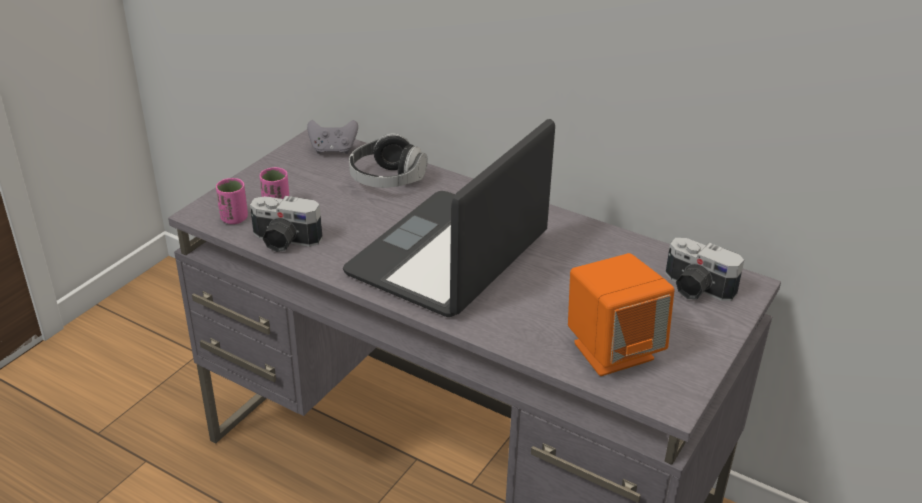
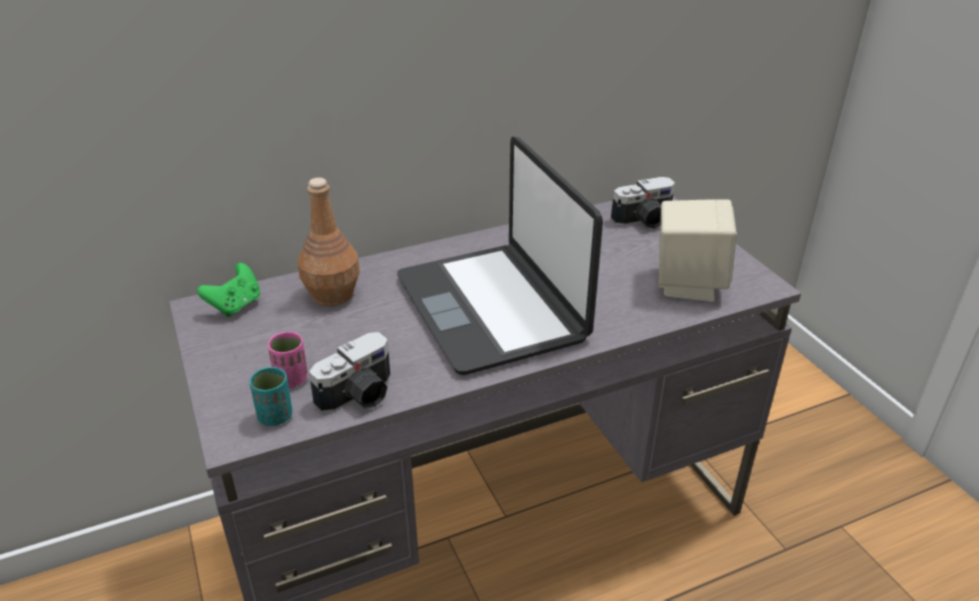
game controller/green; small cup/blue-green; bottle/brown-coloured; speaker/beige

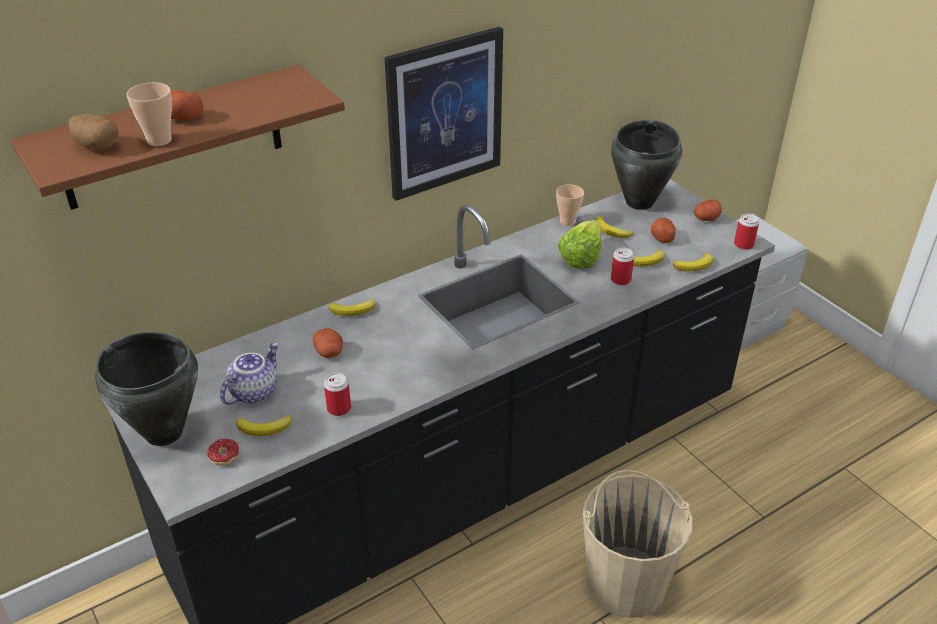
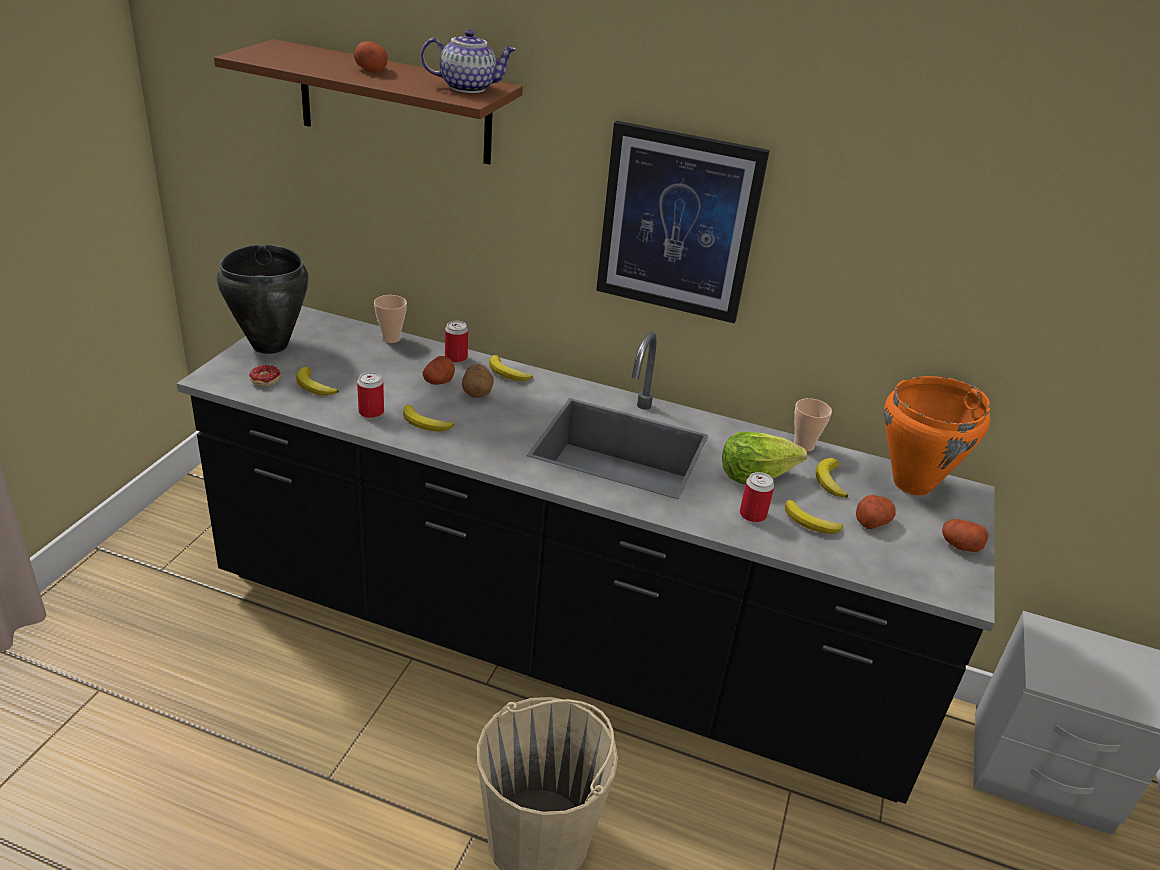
small cup (1st from left); banana fruit (2nd from left); tea pot; sealed can (2nd from left); spud (3rd from left); stockpot/orange-coloured

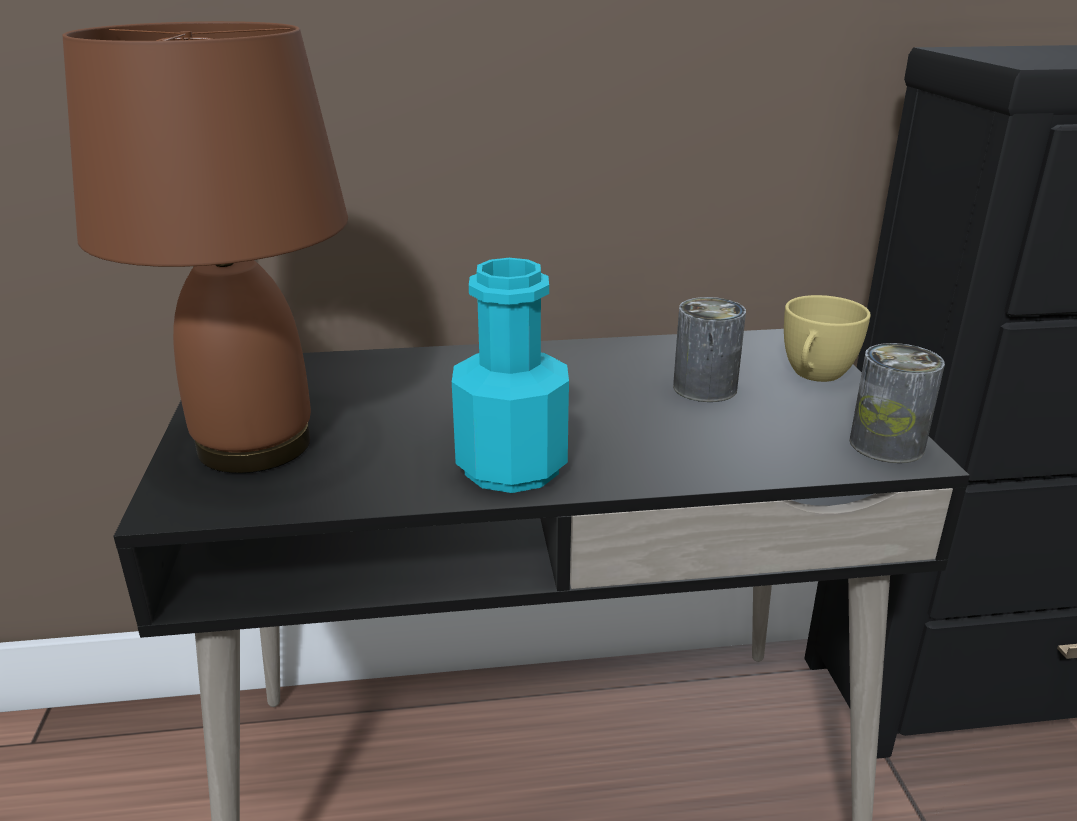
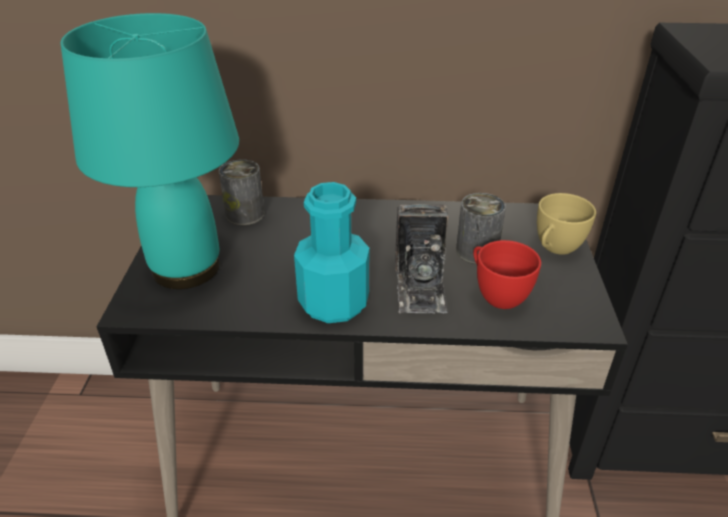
tabletop lamp/blue-green; sealed can (1st from left); still camera; small cup/red

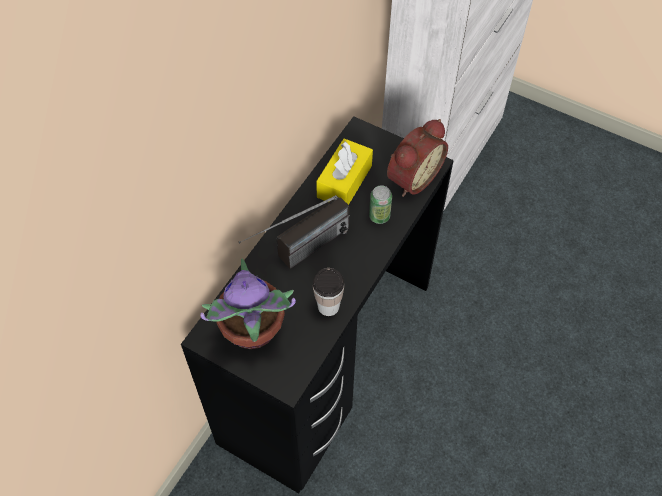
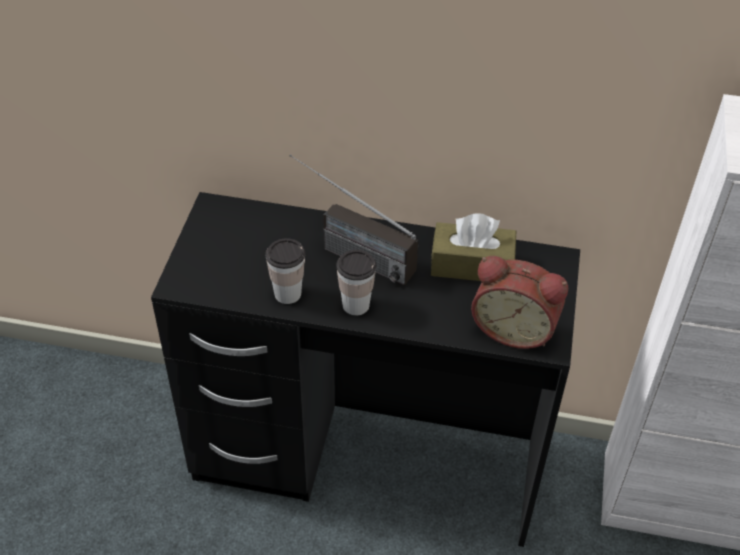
small cup (2nd from left); tissue box/brown-coloured; houseplant; sealed can

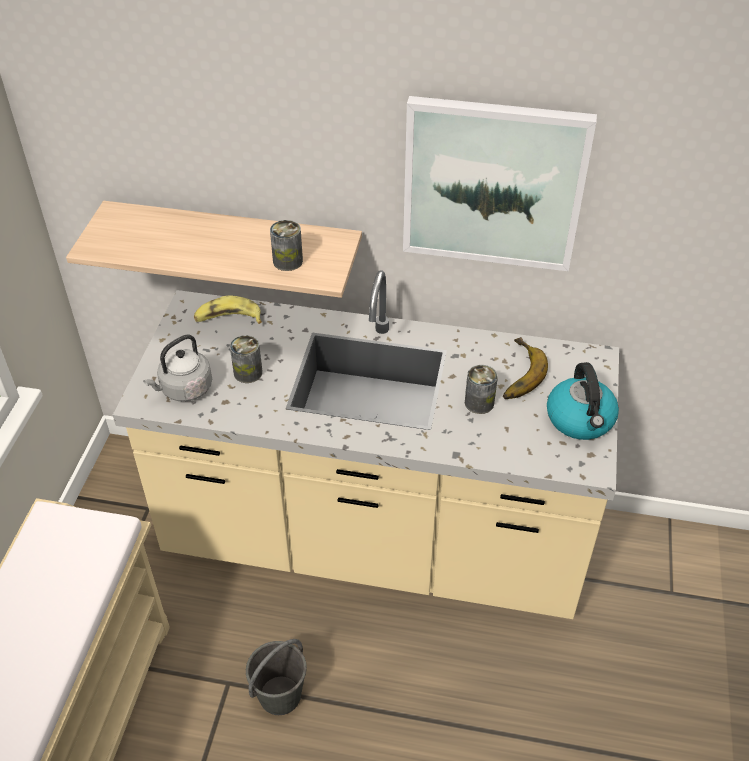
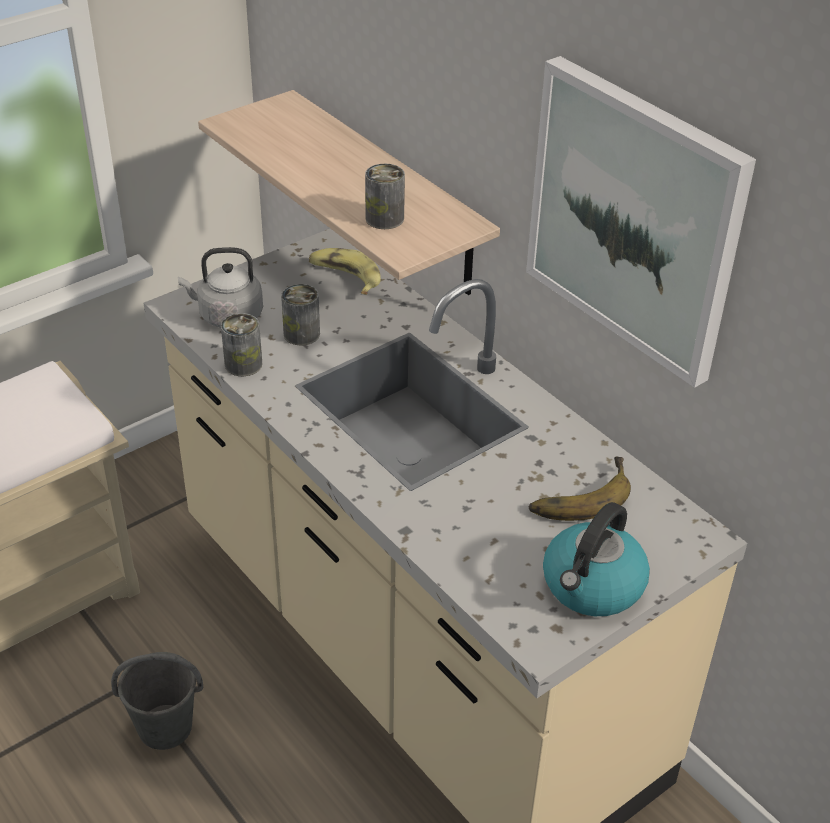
sealed can (1st from left)

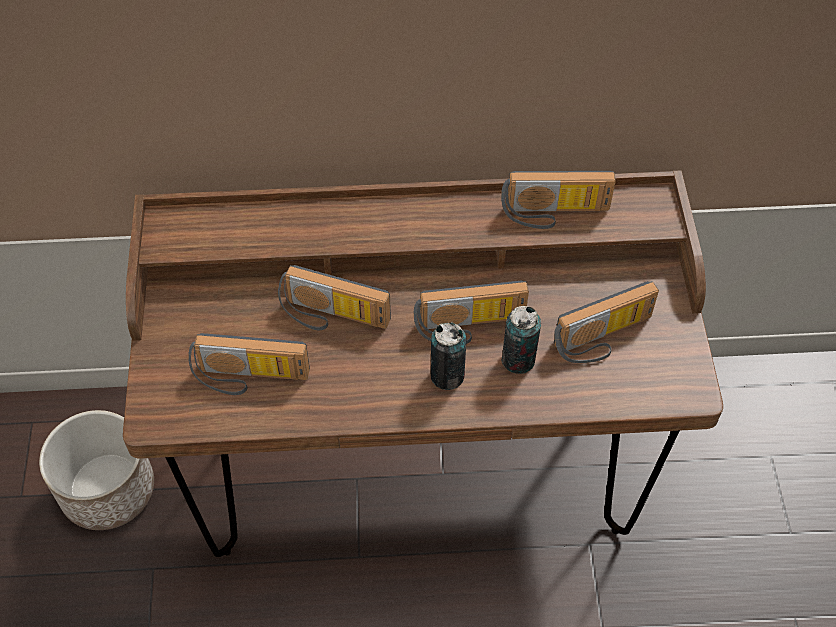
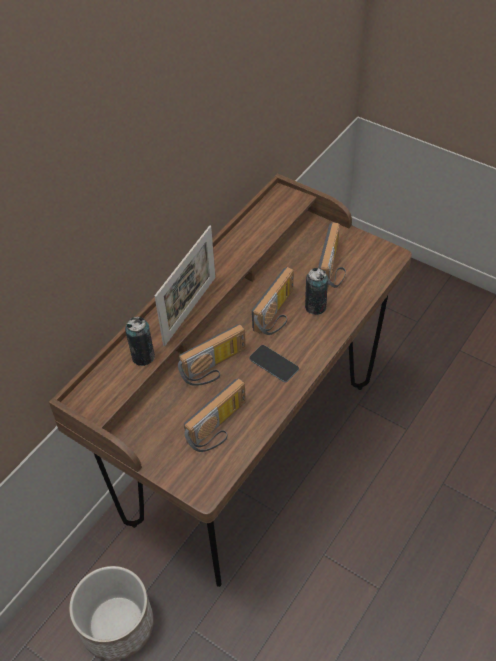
sealed can (1st from left); standing frame; handset; radio set (4th from left in the first image)

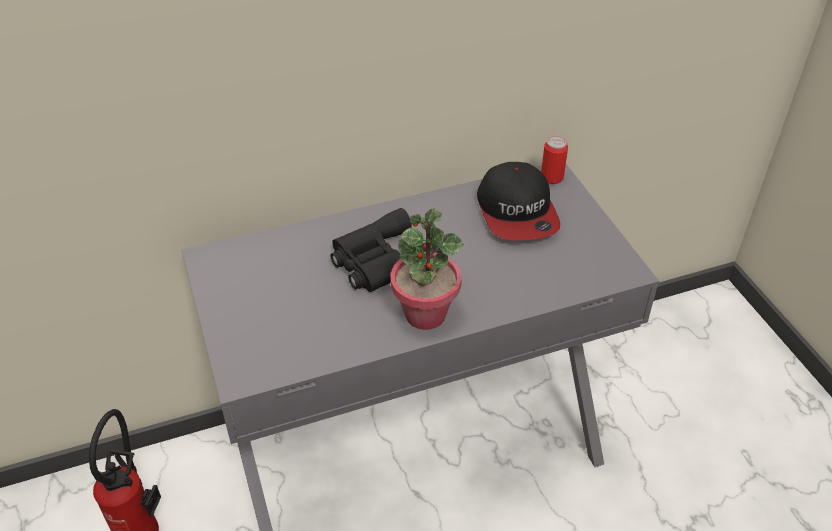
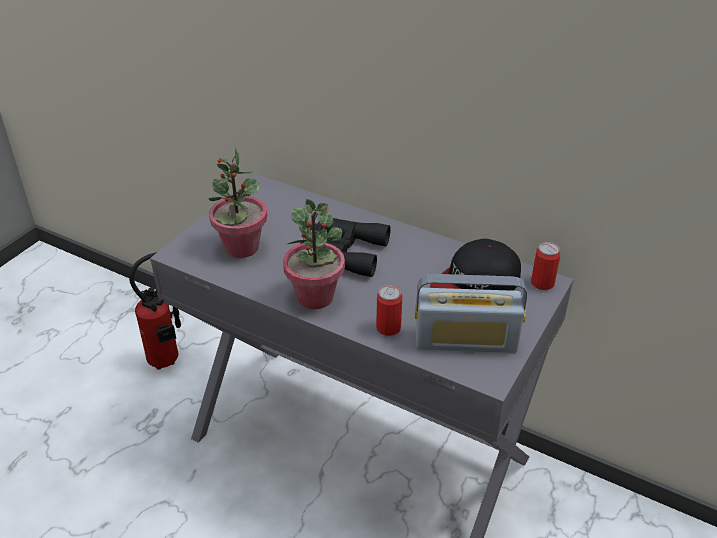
houseplant (1st from left); sealed can (1st from left); radio set

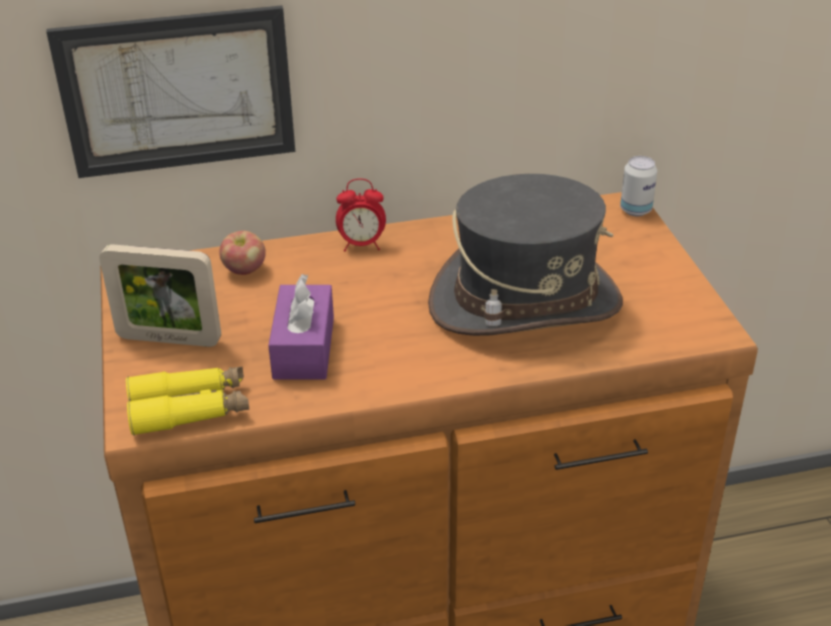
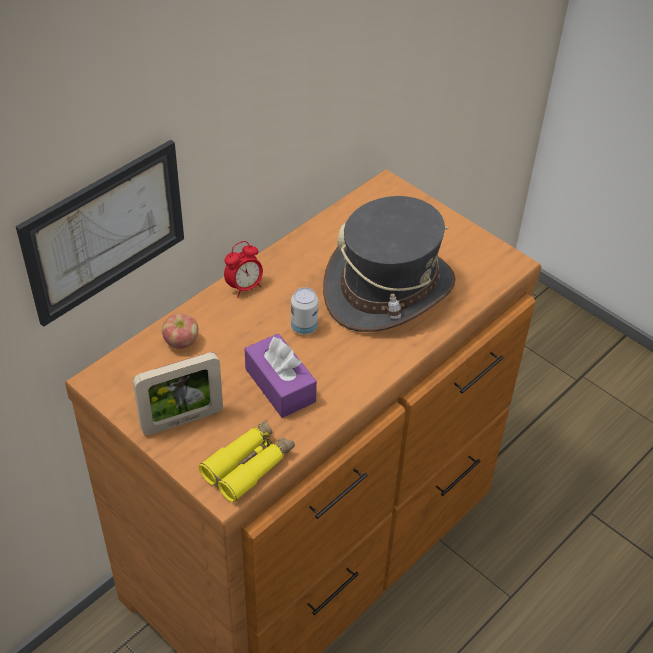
sealed can

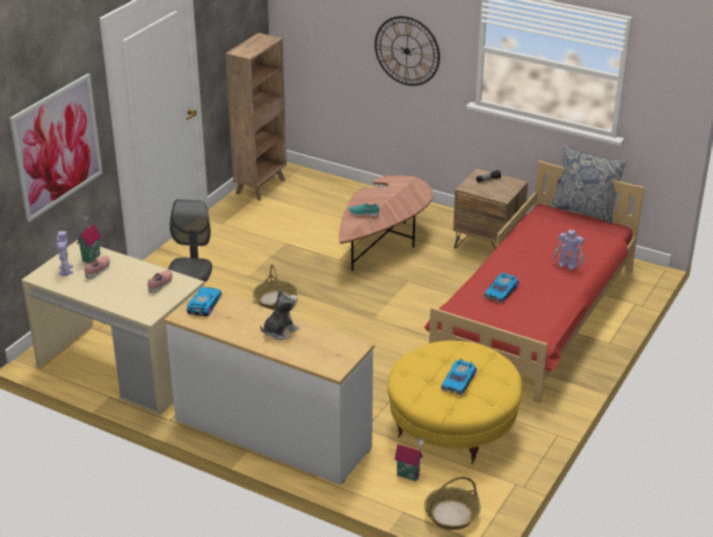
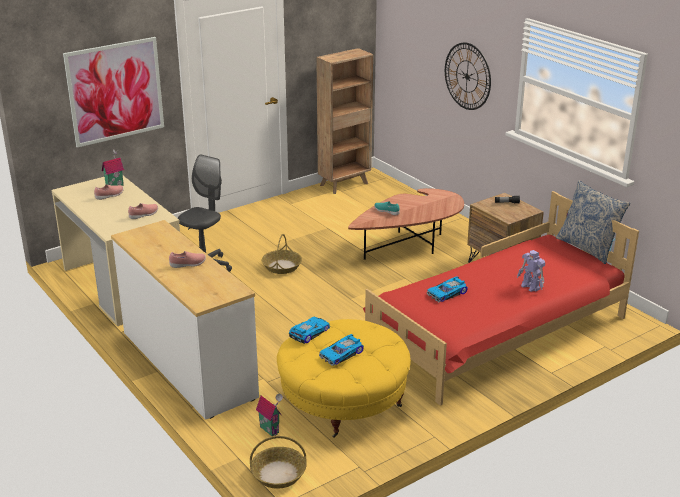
shoe/pinkish (3rd from left); toy car (1st from left); model robot (1st from left in the first image)

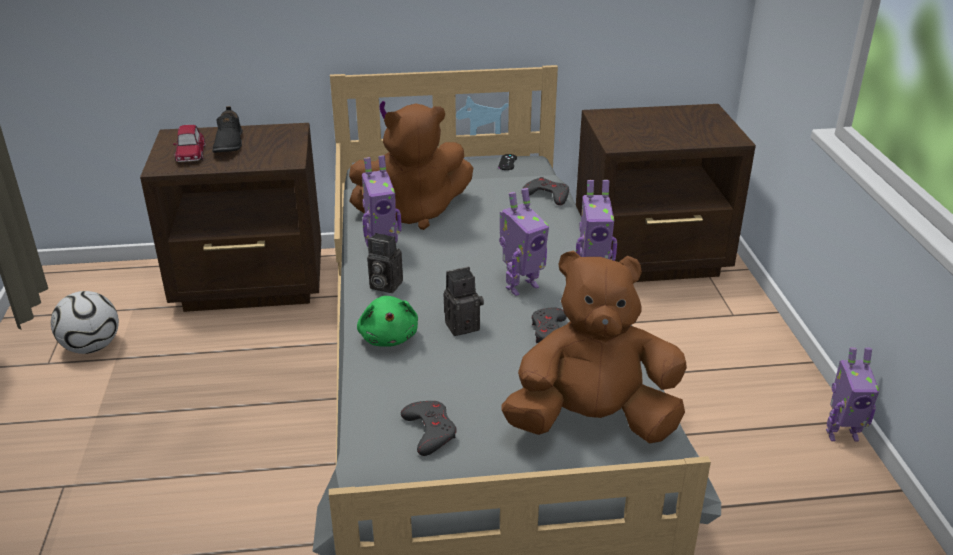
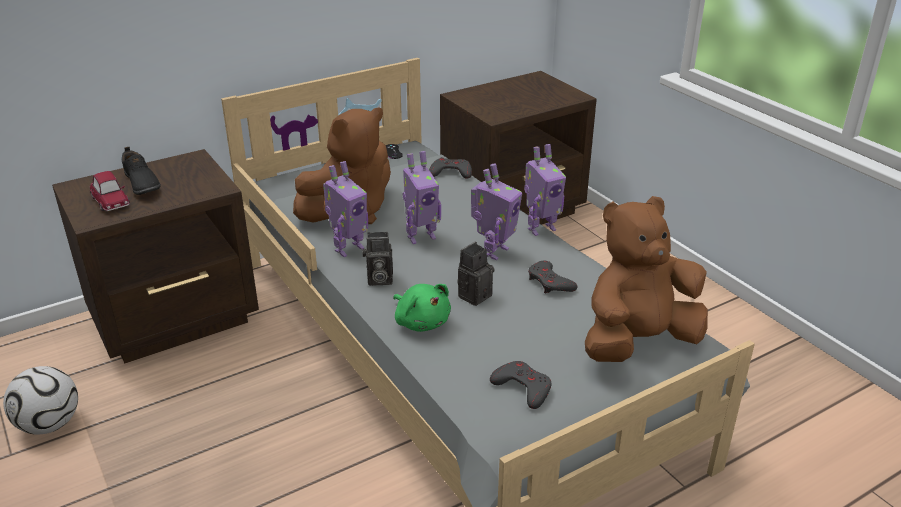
model robot (2nd from left)

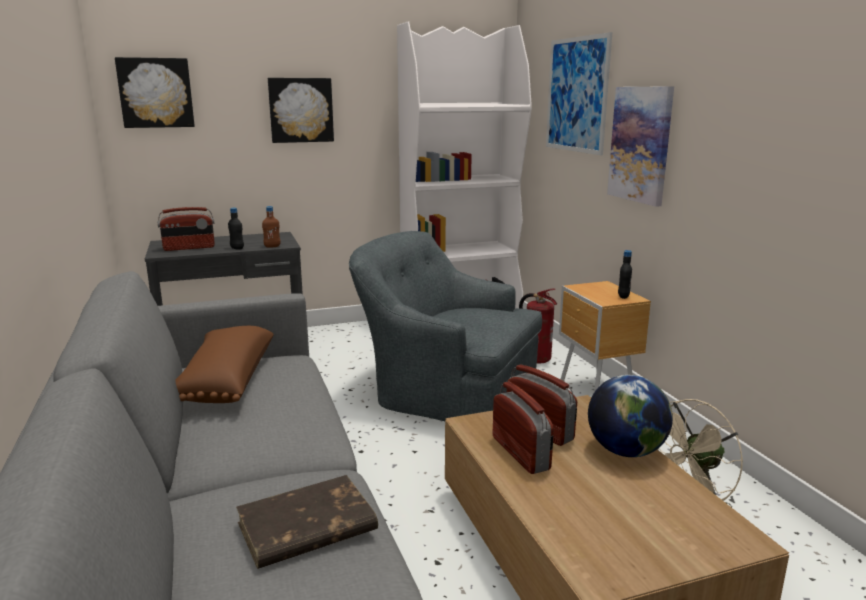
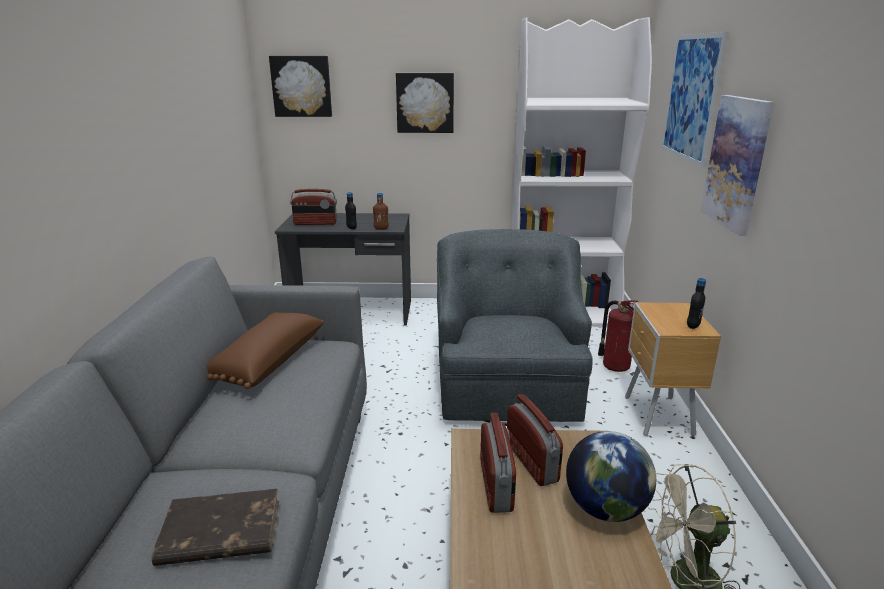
armchair/gray

